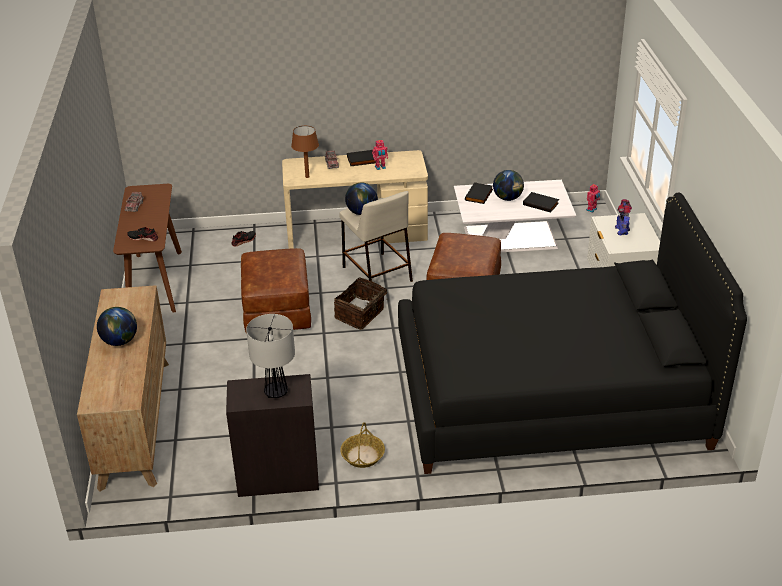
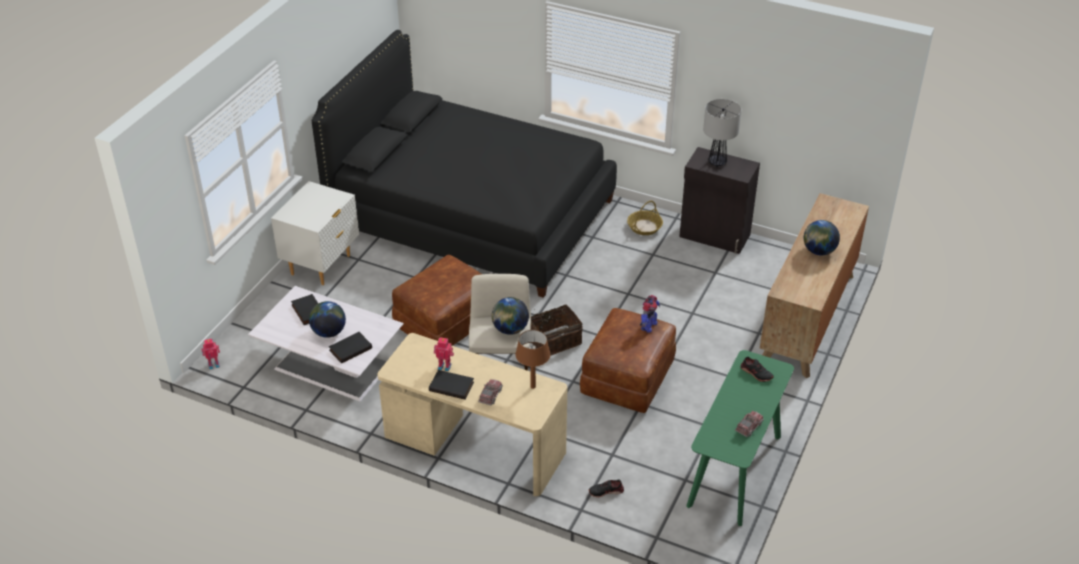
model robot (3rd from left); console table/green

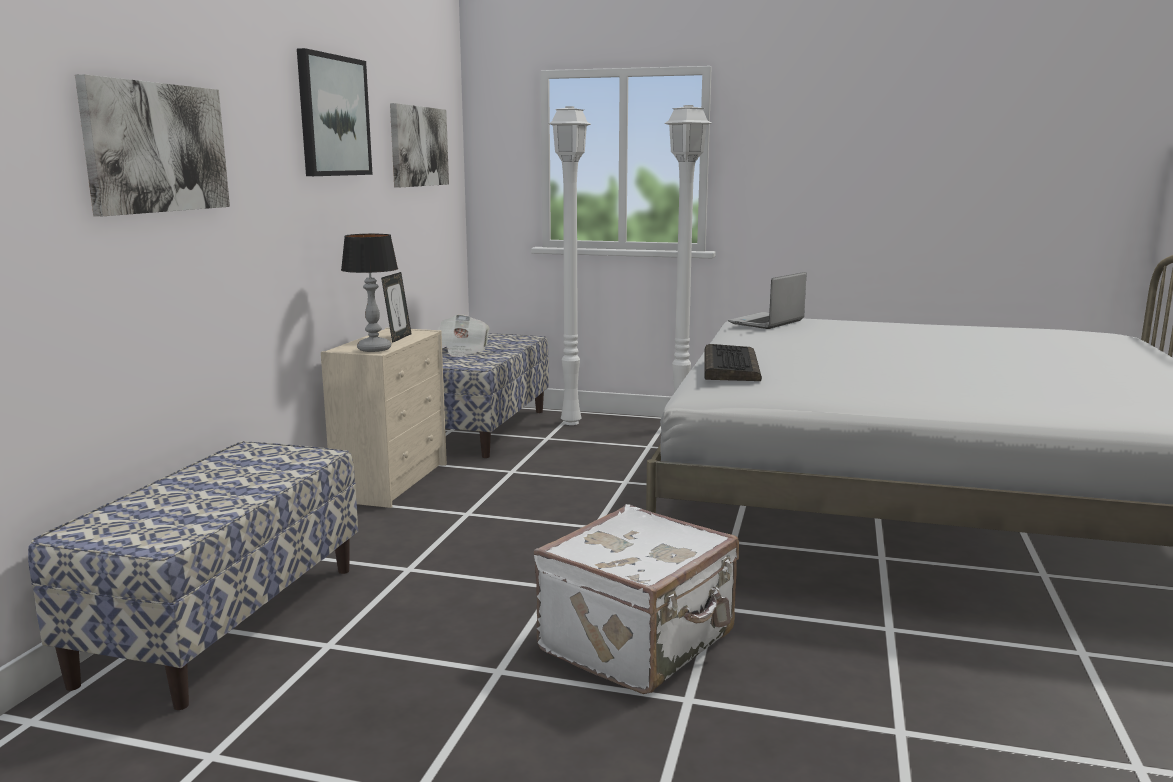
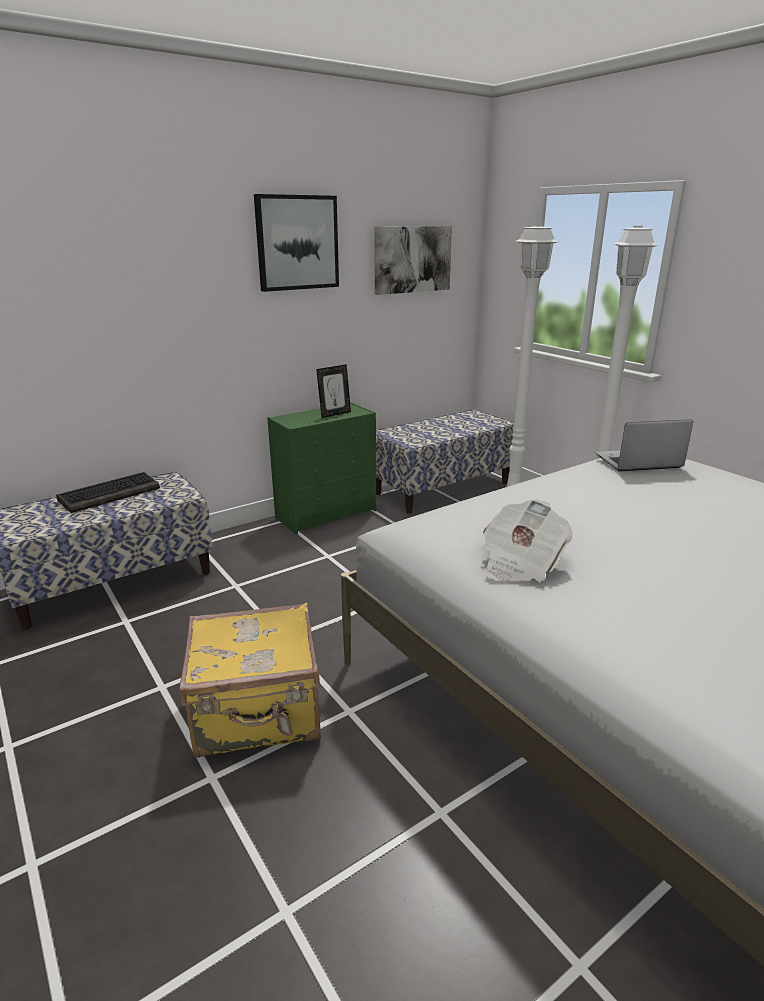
PC keyboard; travel case/yellow; dresser/green; newspaper; picture (1st from left in the first image); tabletop lamp

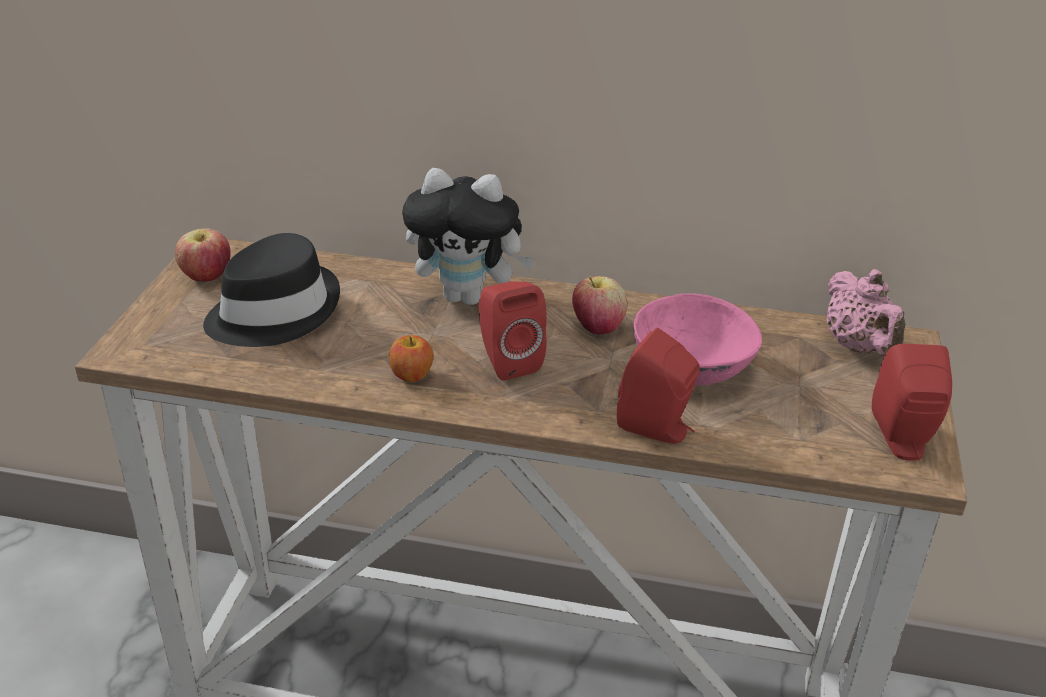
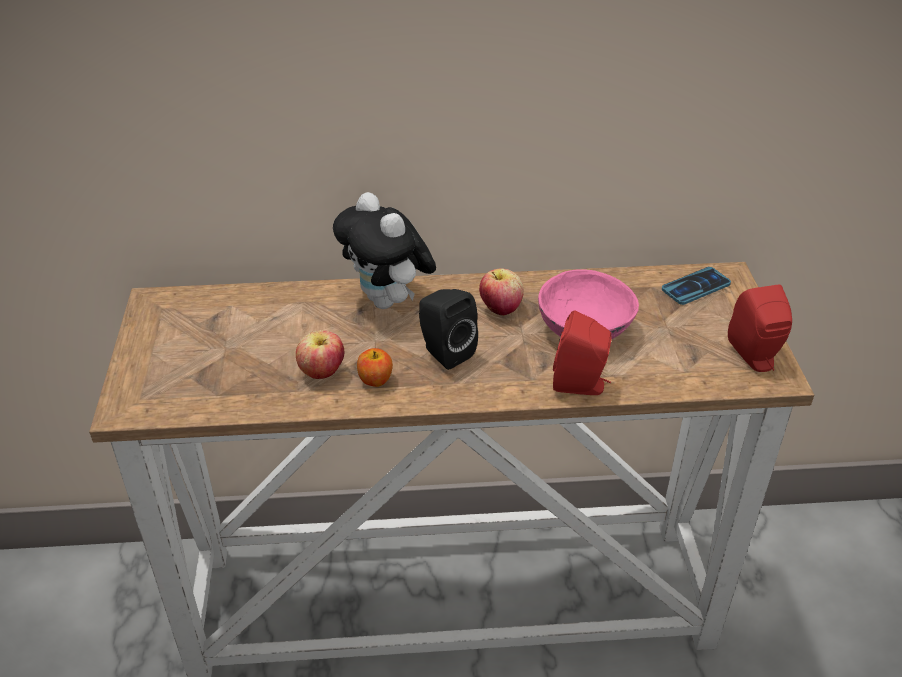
whole apple (1st from left); plush toy; speaker/black; handset; hat/black

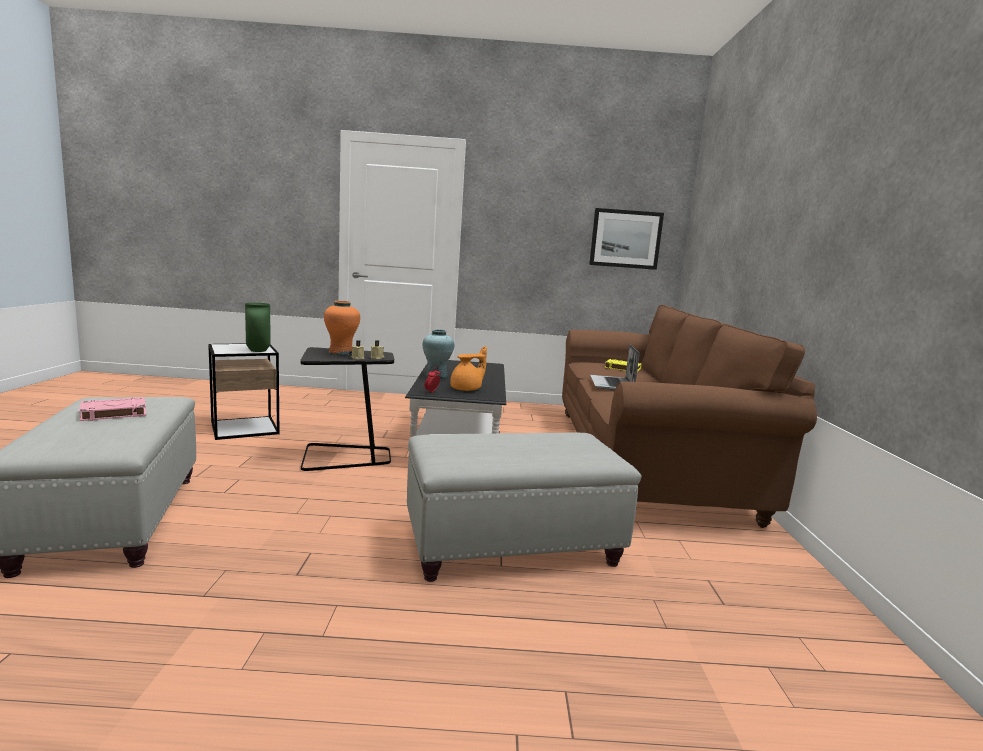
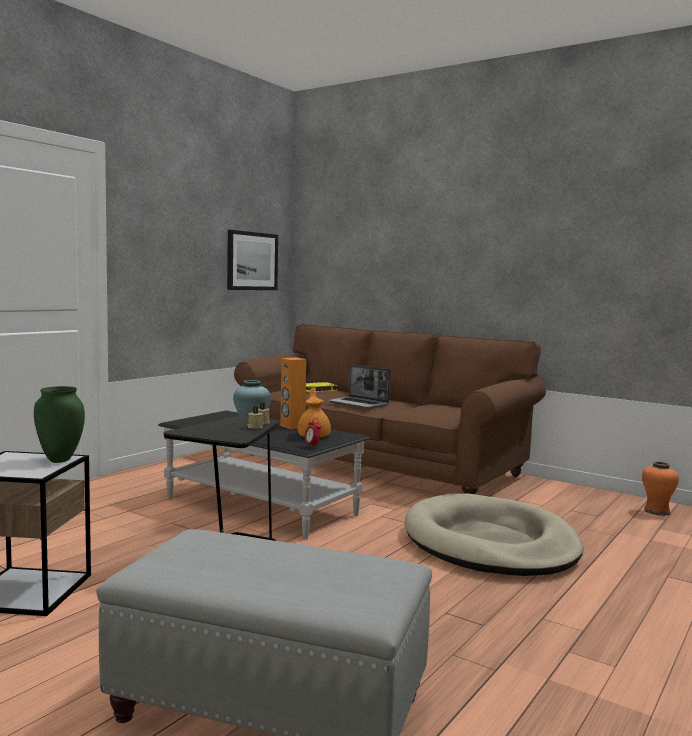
speaker/orange-coloured; dog bed/beige; decorative vase/orange-coloured; book/pinkish

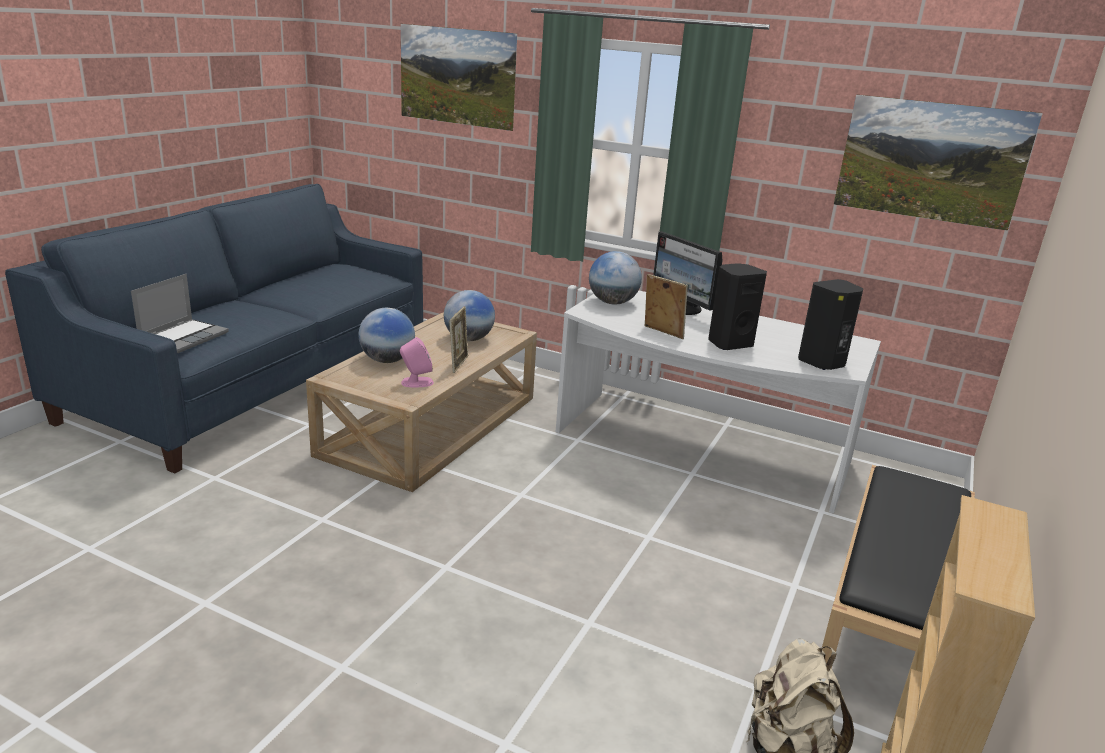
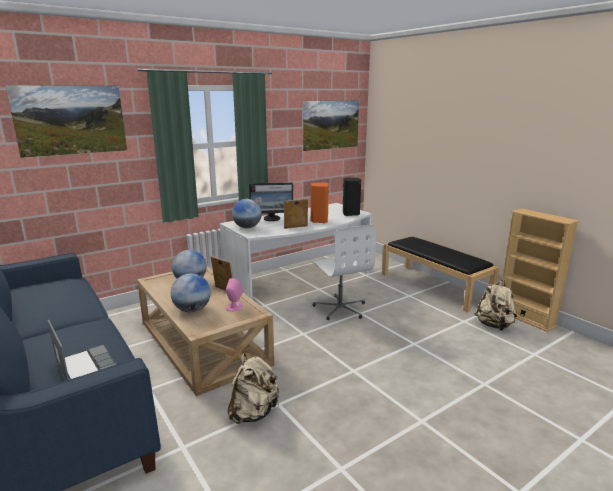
backpack/beige (1st from left); speaker/orange-coloured; computer chair/white-coloured

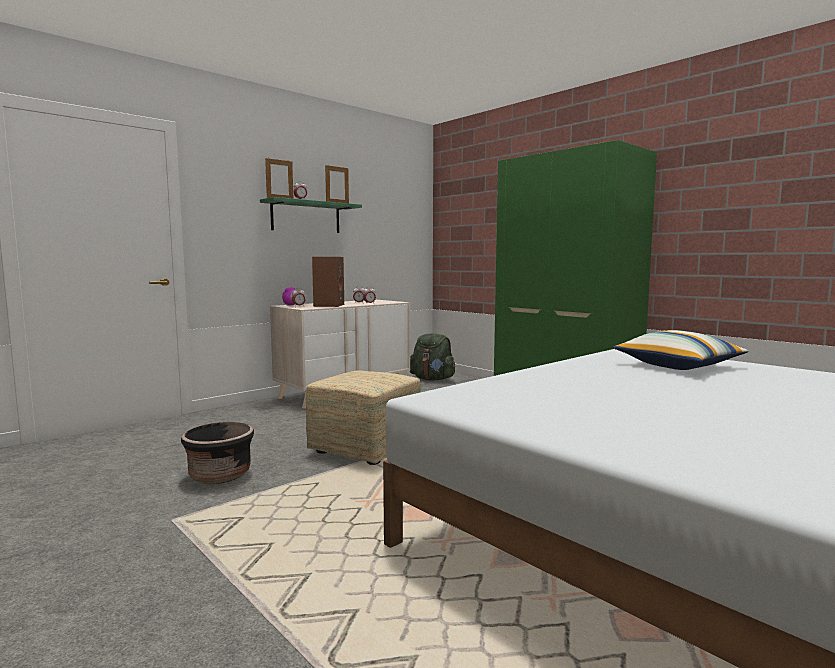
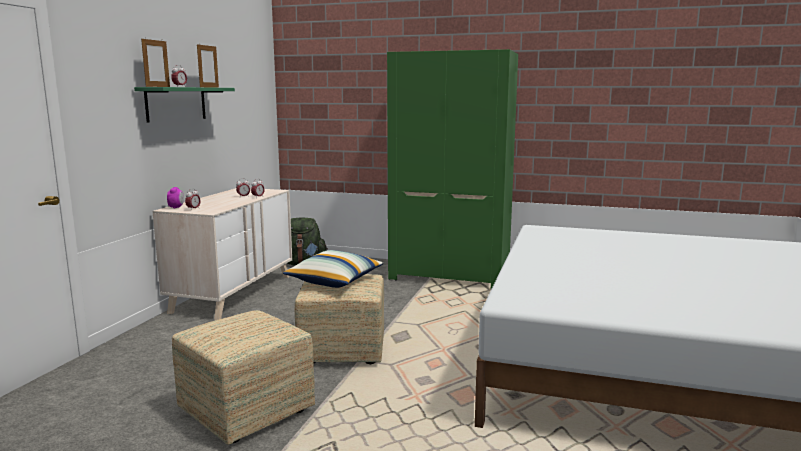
pouffe (1st from left); throw pillow; speaker/brown-coloured

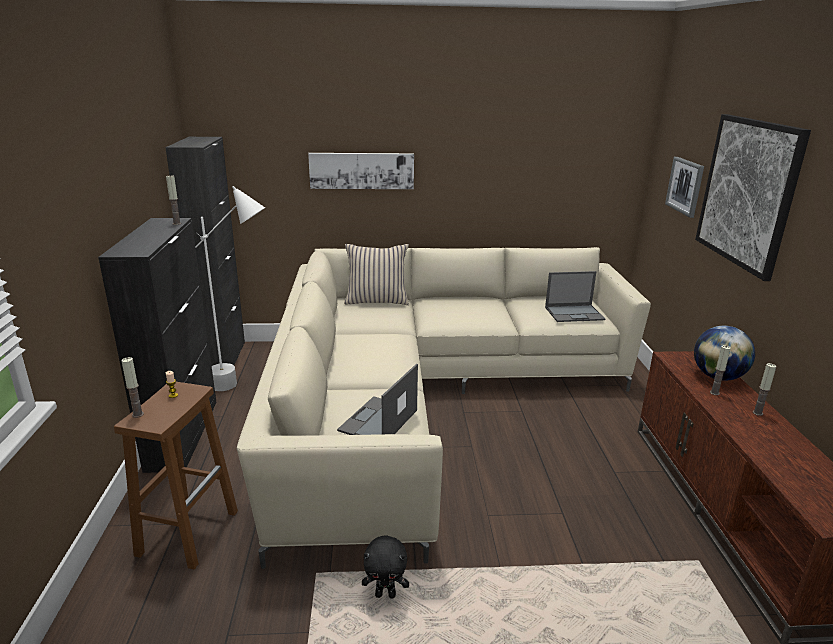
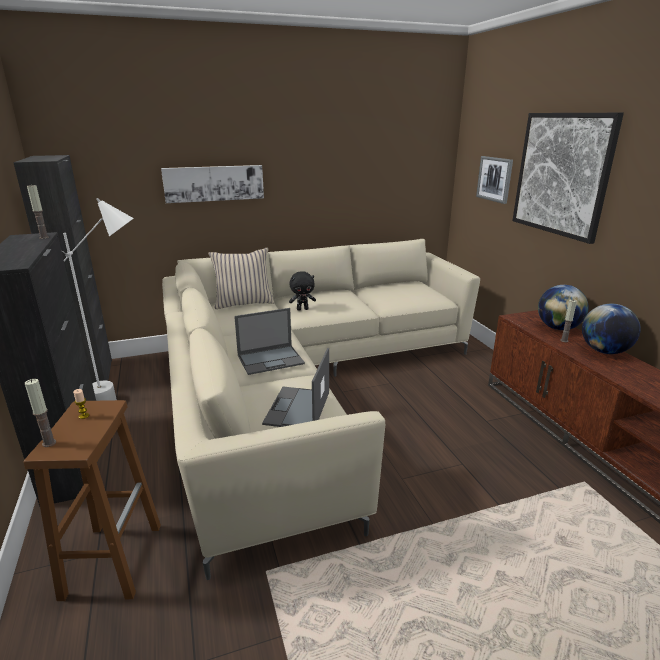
notebook computer (1st from left); plush toy/black; desk globe (2nd from left)

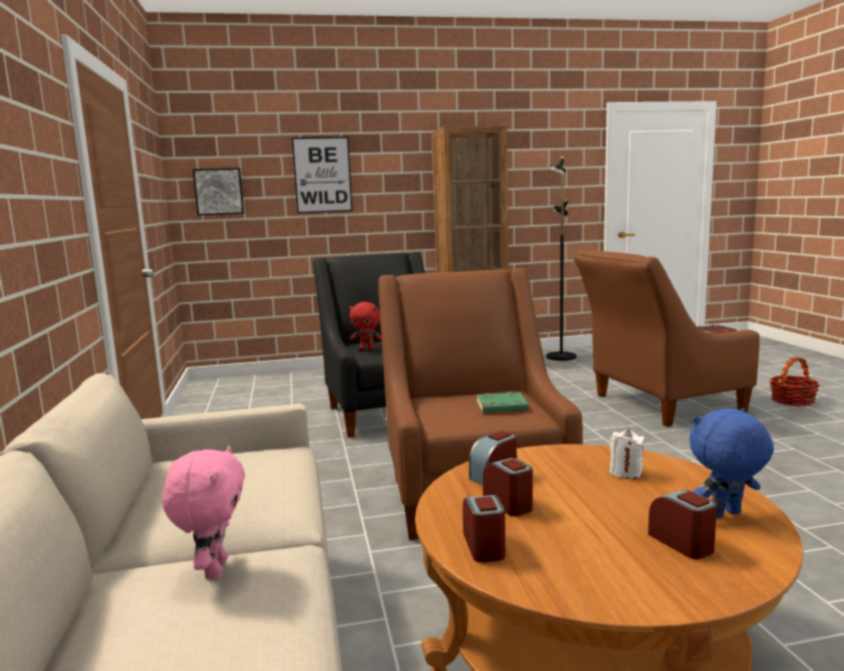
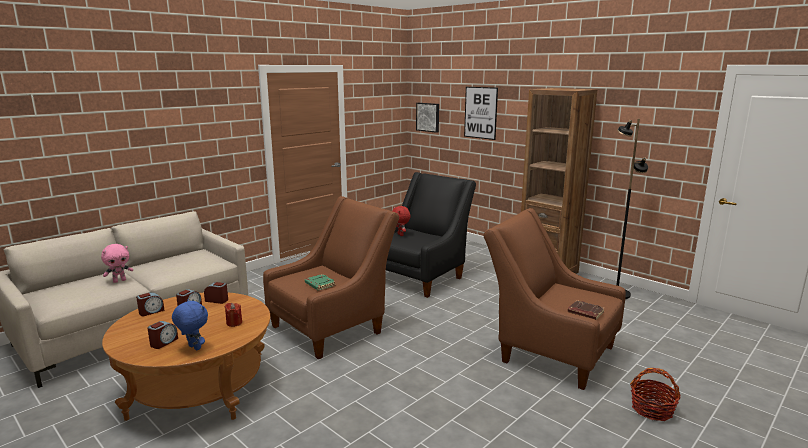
wax light/red

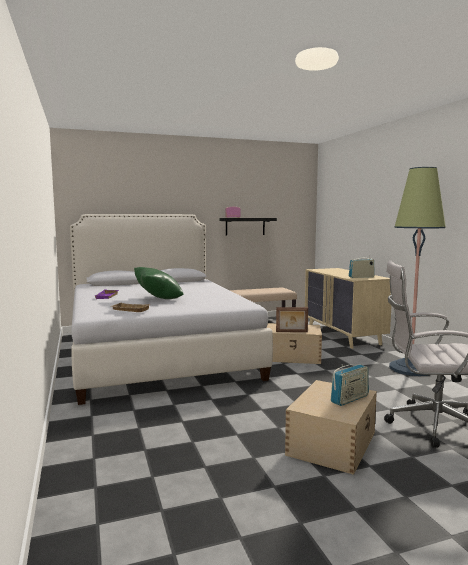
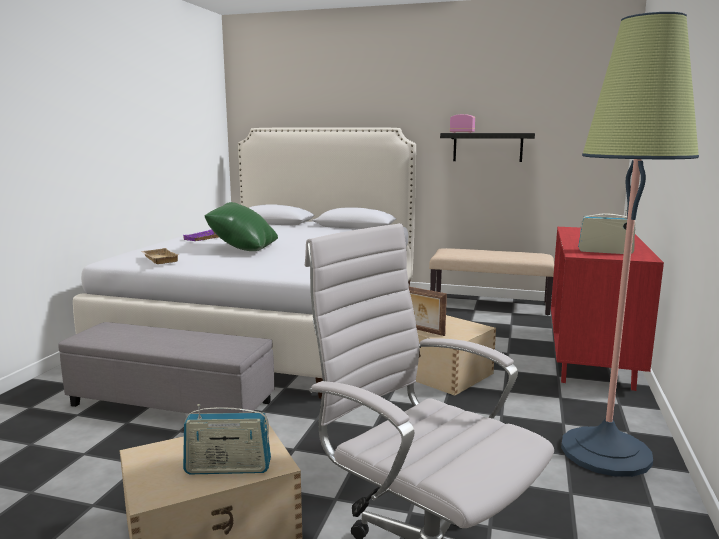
pouffe/gray; dresser/red

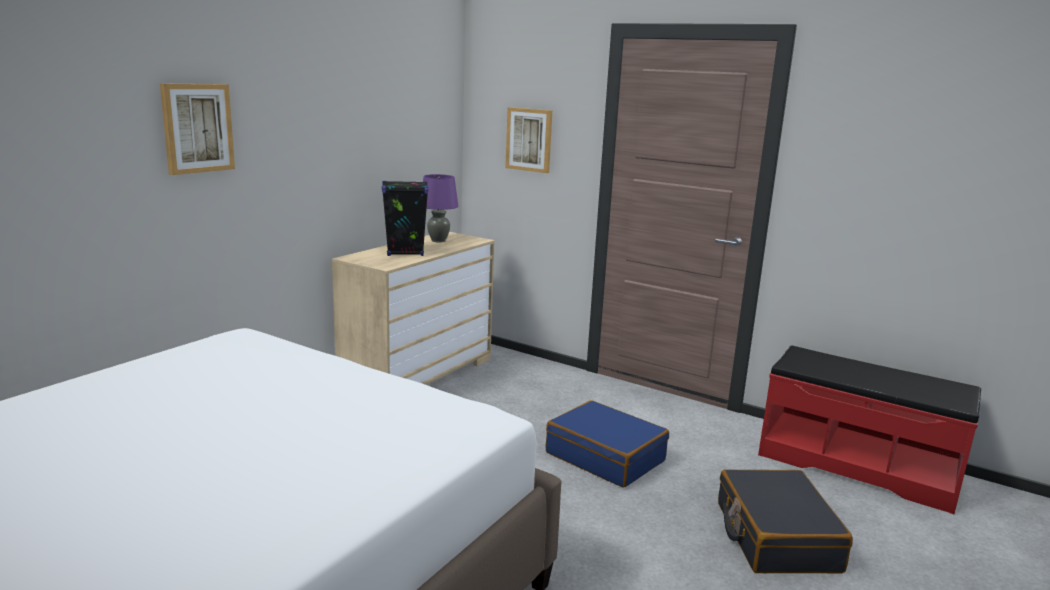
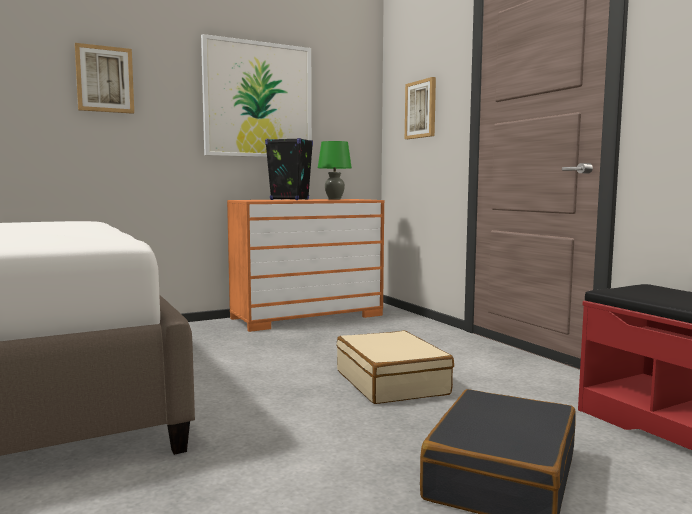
picture (2nd from left); dresser/orange-coloured; tabletop lamp/green; travel case/beige

